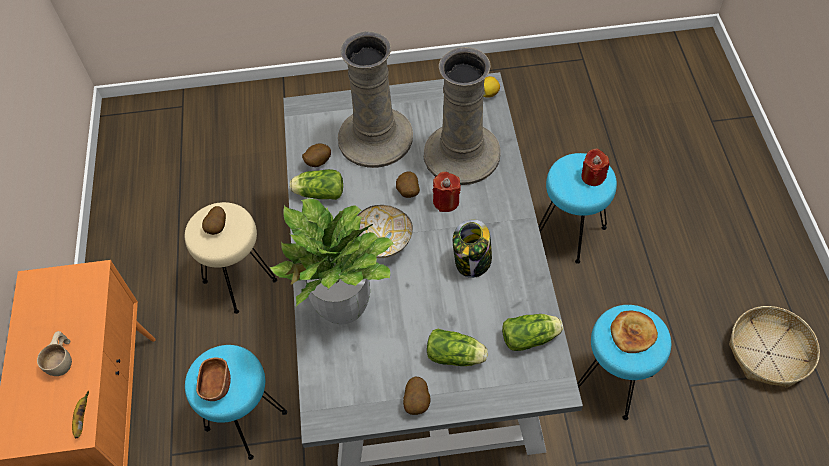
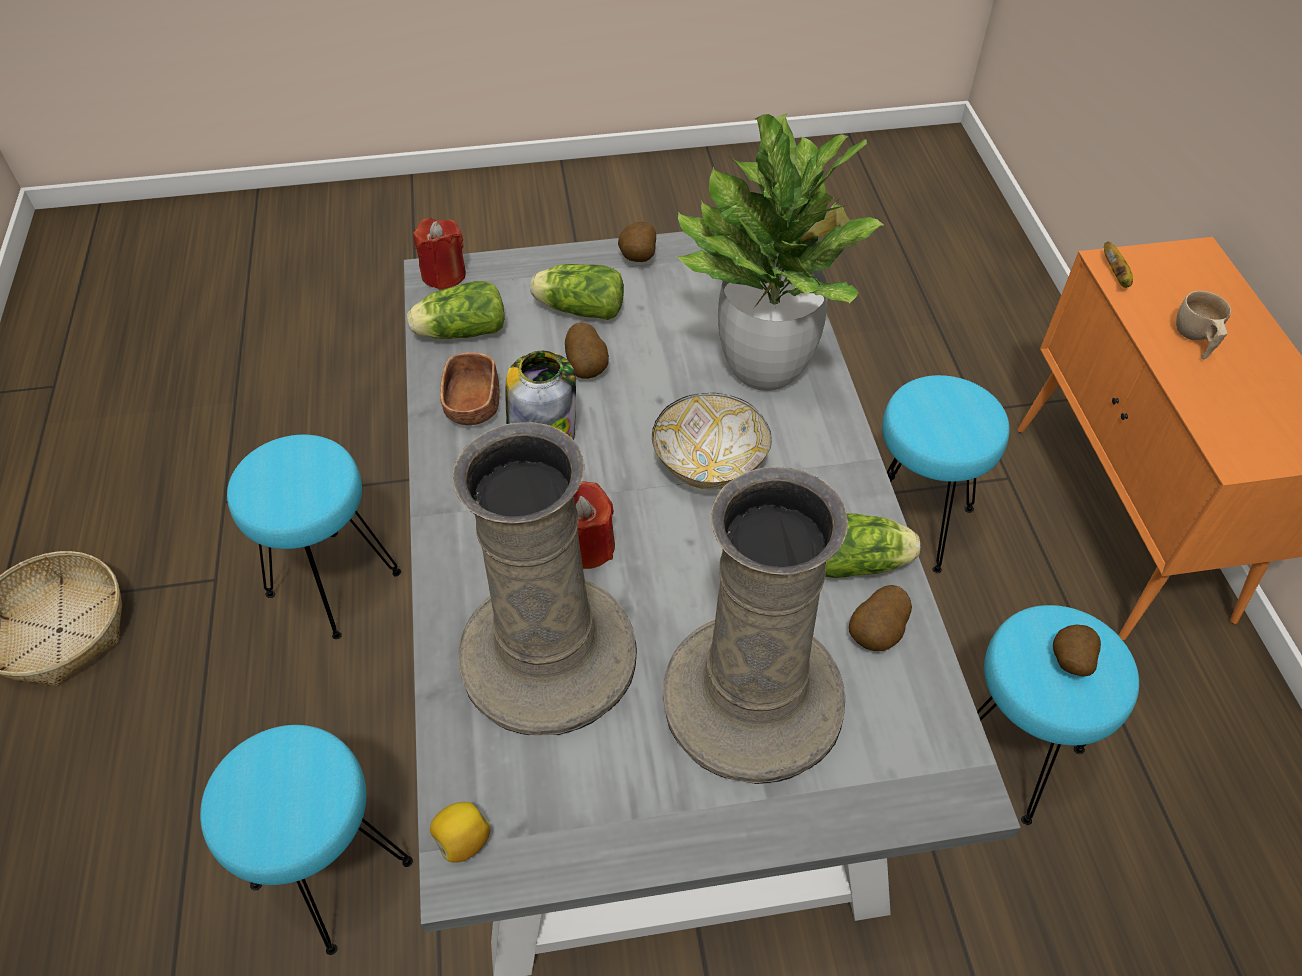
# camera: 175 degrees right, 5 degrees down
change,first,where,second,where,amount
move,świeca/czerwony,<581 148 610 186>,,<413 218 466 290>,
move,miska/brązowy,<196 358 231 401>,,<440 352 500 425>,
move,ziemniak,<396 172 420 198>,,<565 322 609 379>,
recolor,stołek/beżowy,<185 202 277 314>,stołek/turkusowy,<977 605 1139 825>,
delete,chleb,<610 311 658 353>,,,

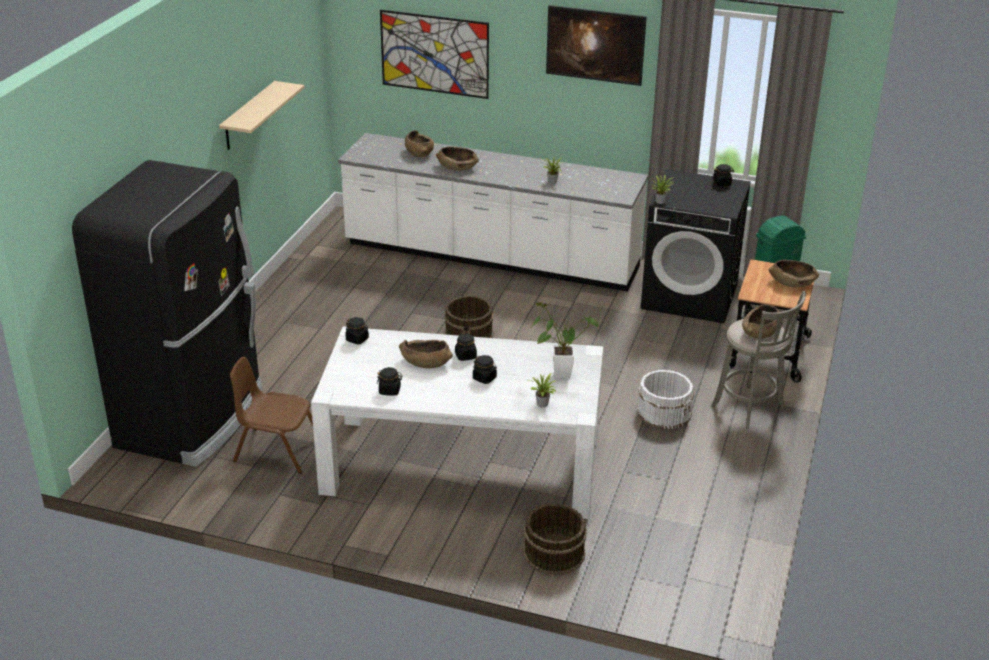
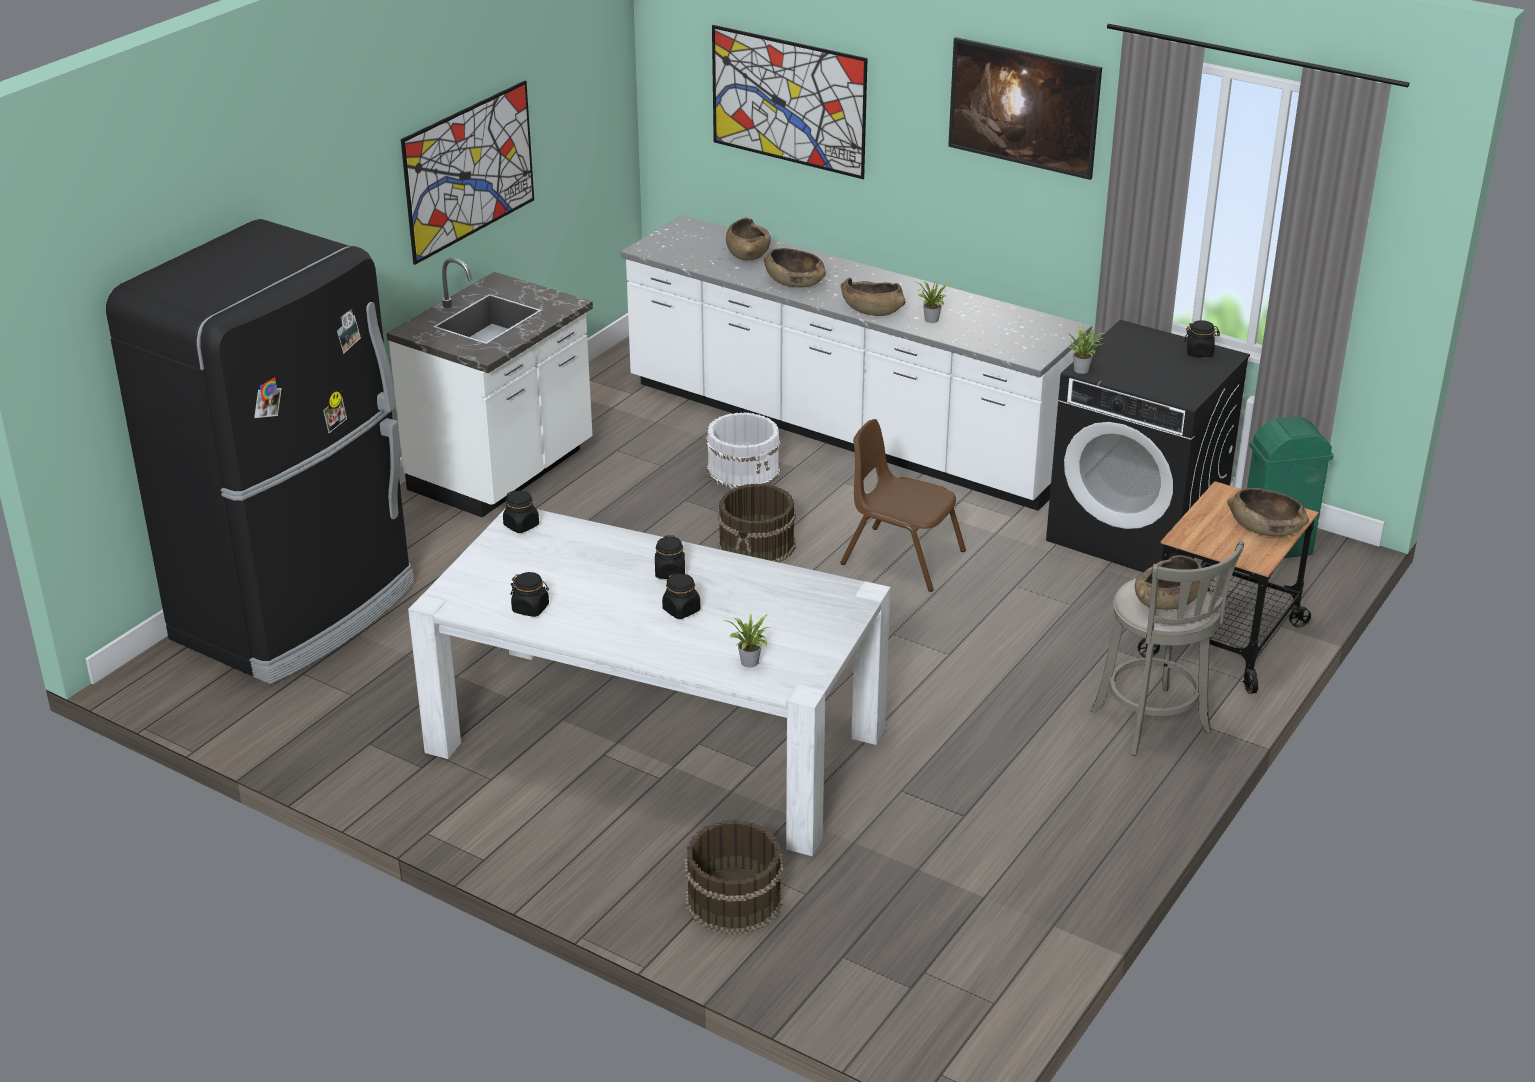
# camera: 15 degrees right, 0 degrees up
change,first,where,second,where,amount
insert,,,zabudowa kuchenna/biały,<387 258 593 518>,
replace,półka/beżowy,<219 81 305 150>,obraz,<401 81 534 265>,
move,wiadro/biały,<637 370 694 429>,,<706 412 781 489>,
move,miska/brązowy,<399 340 453 368>,,<841 277 906 316>,
move,krzesło/brązowy,<230 357 313 474>,,<841 419 966 592>,
delete,roślina doniczkowa,<531 302 599 379>,,,

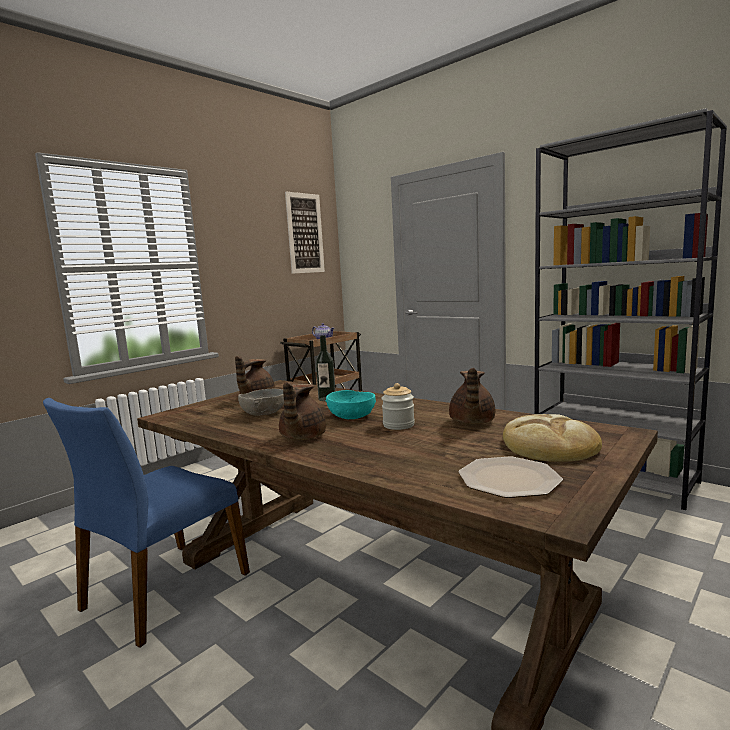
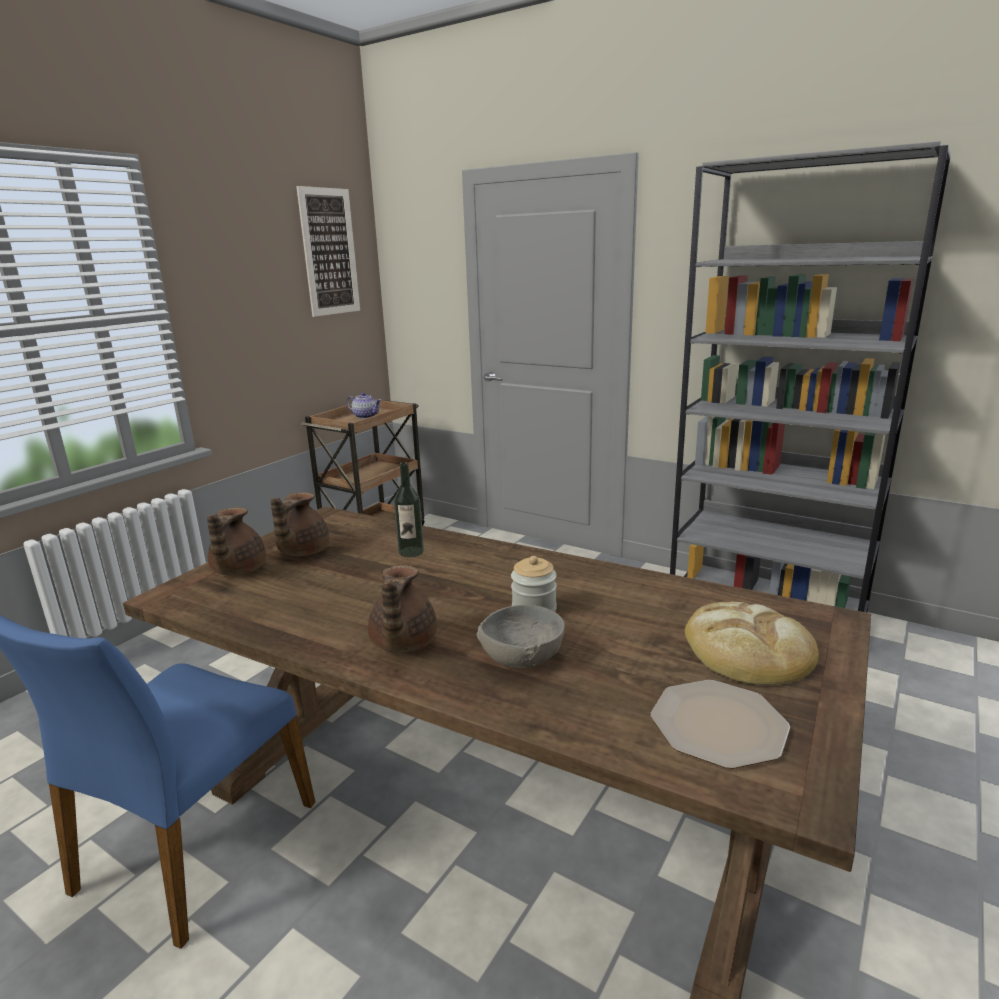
# camera: 10 degrees left, 10 degrees up
change,first,where,second,where,amount
move,imbryk/brązowy,<449 368 495 424>,,<207 507 266 575>,
move,miska/szary,<238 389 284 416>,,<476 605 565 668>,
delete,miska/turkusowy,<326 390 376 419>,,,

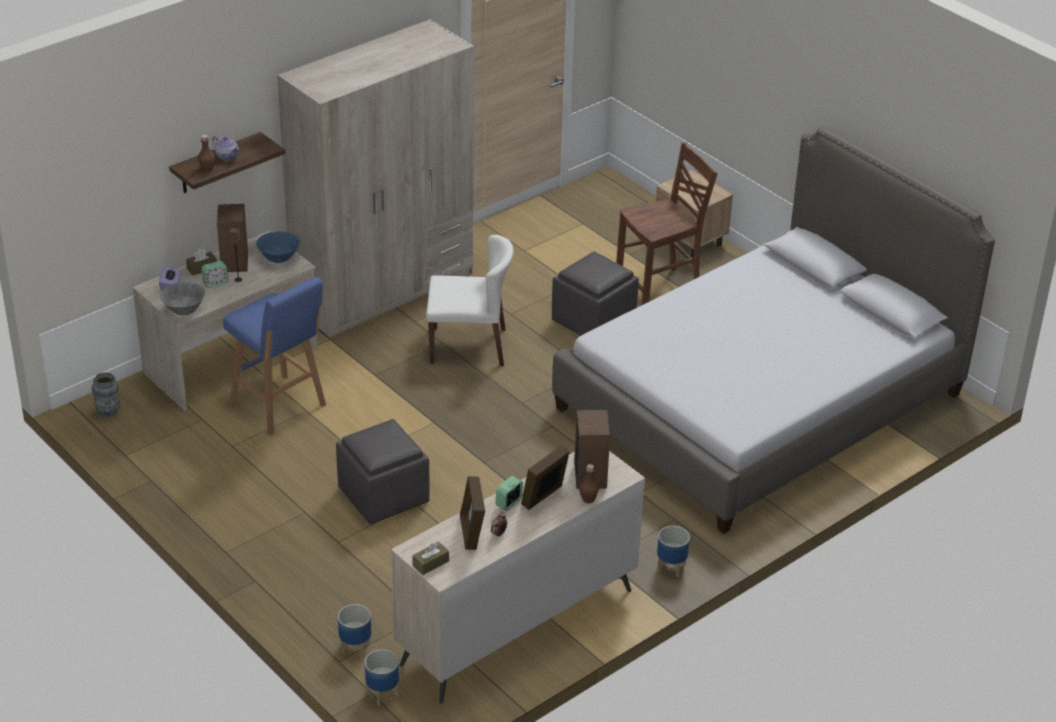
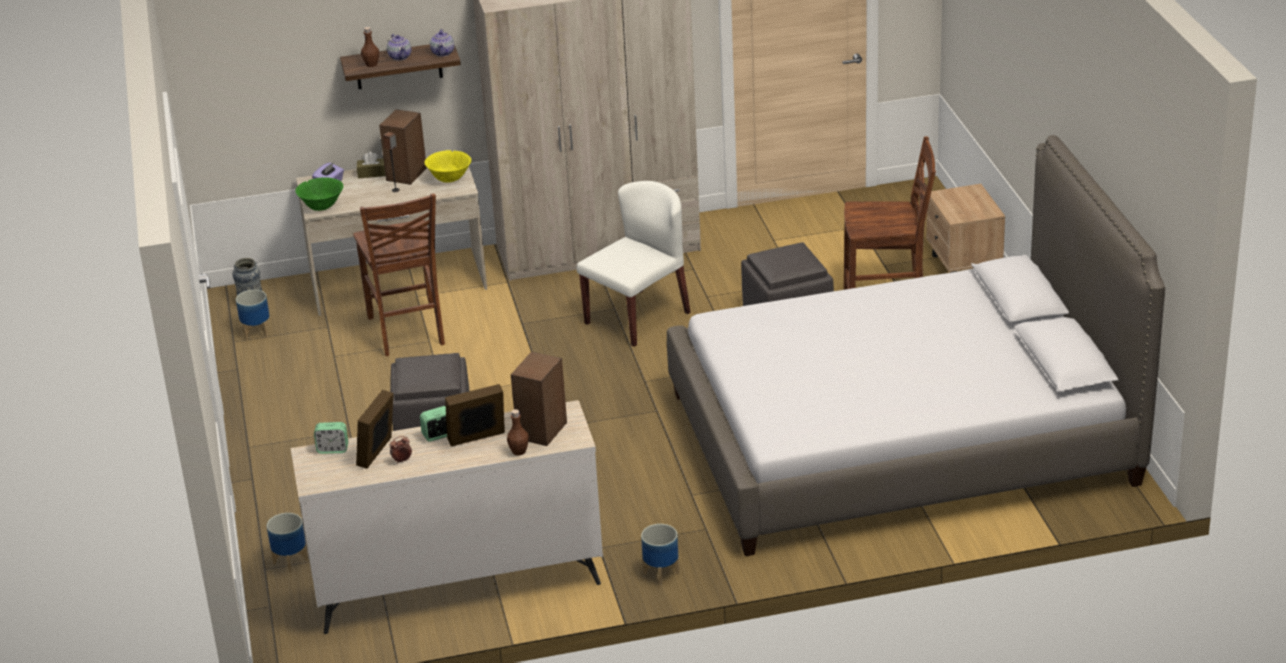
# camera: 30 degrees right, 5 degrees down
change,first,where,second,where,amount
move,donica,<365 649 399 706>,,<236 290 269 340>,
recolor,miska/szary,<160 282 206 316>,miska/zielony,<295 177 343 211>,
move,budzik,<201 261 228 288>,,<314 422 348 454>,
replace,stołek/niebieski,<223 277 326 436>,krzesło/brązowy,<353 193 445 356>,
recolor,miska/niebieski,<256 231 301 263>,miska/żółty,<424 150 471 183>,
insert,,,imbryk,<430 29 454 56>,
rotate,krzesło/biały,<426 235 514 366>,,<577 181 691 347>,75 degrees counterclockwise
delete,pudełko chusteczek/brązowy,<412 542 449 575>,,,

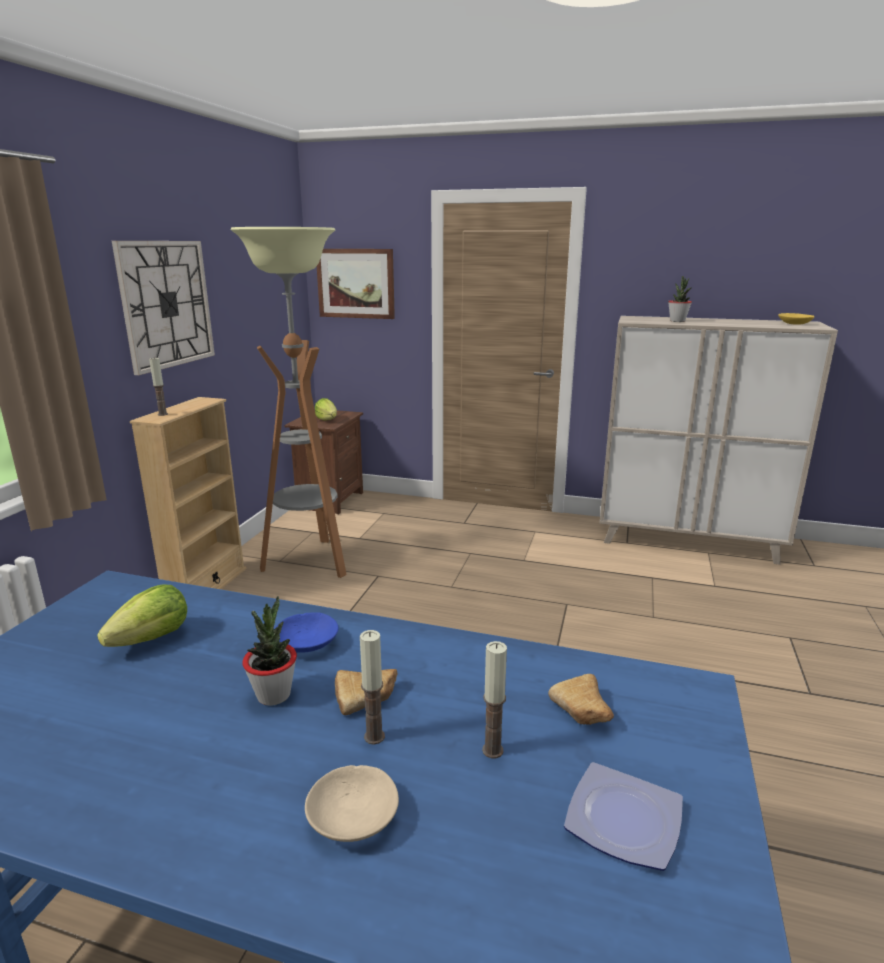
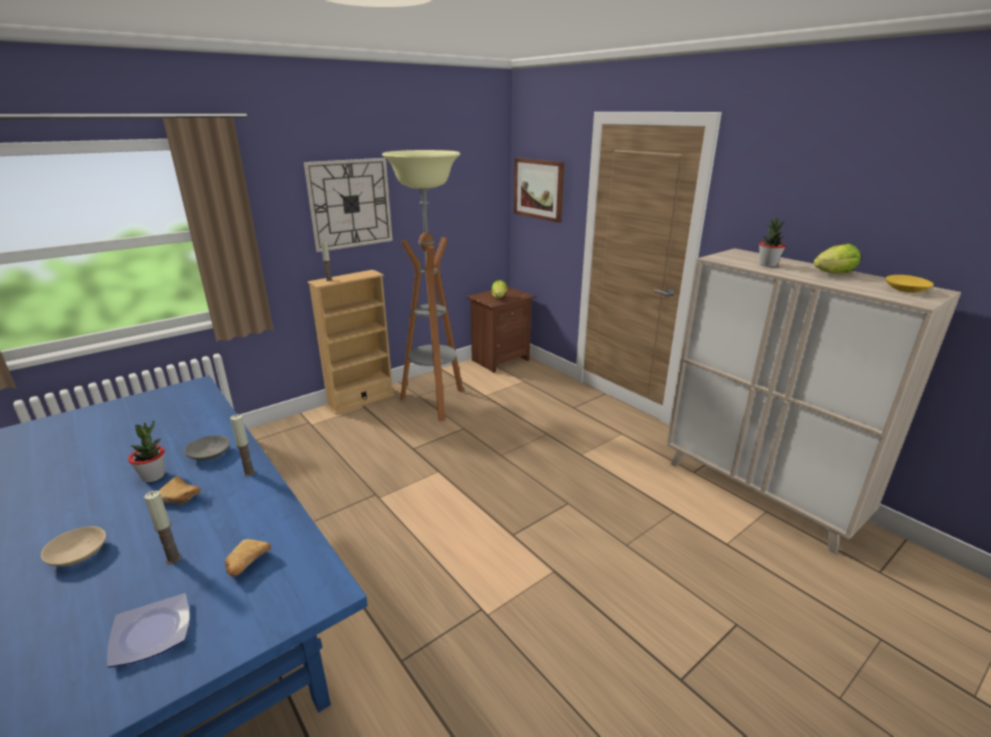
# camera: 35 degrees right, 5 degrees up
change,first,where,second,where,amount
recolor,miska/niebieski,<274 612 339 653>,miska/szary,<184 435 230 460>,
move,świeca,<360 630 385 745>,,<230 414 255 476>,
move,sałata,<97 584 187 647>,,<814 244 861 273>,

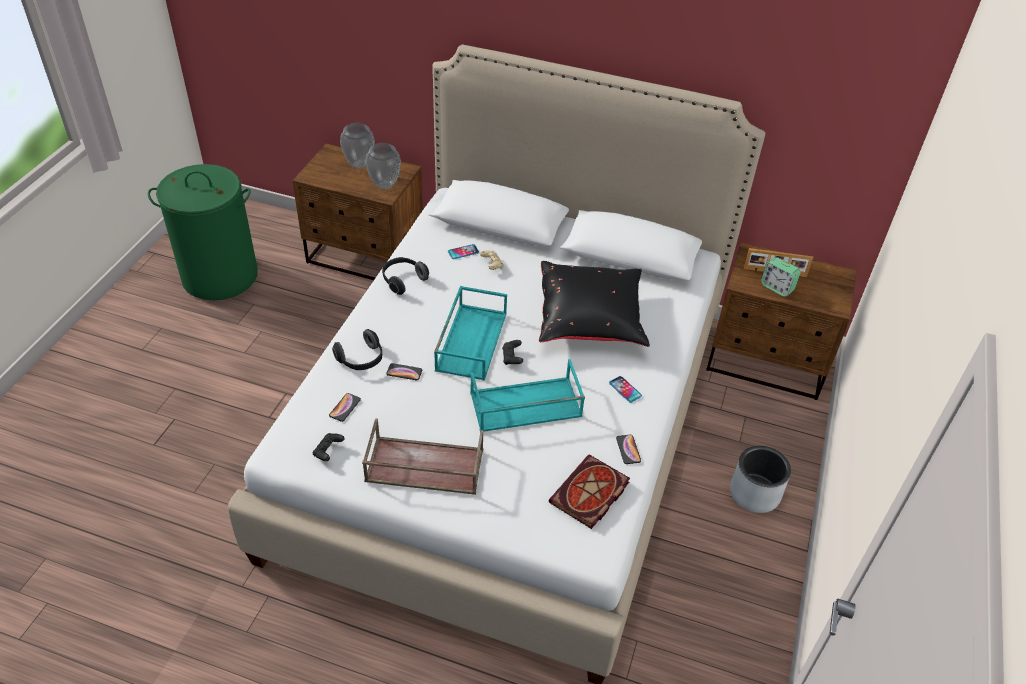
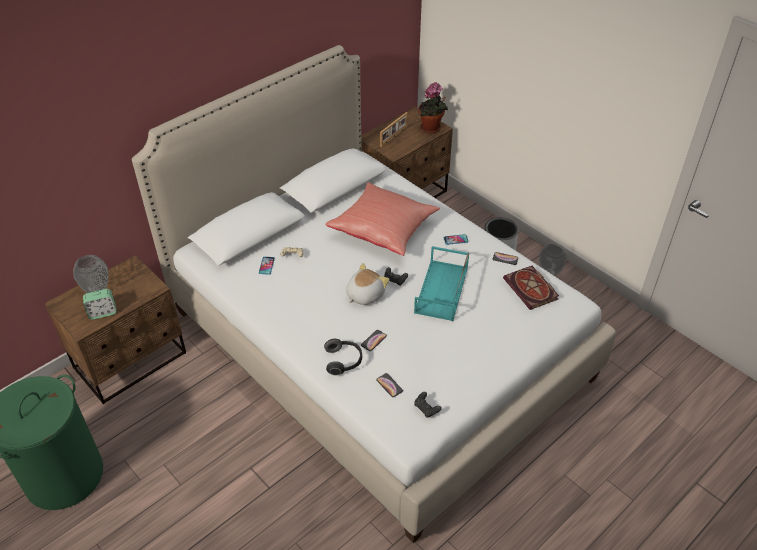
# camera: 60 degrees left, 0 degrees up
change,first,where,second,where,amount
move,budzik,<761 257 801 297>,,<83 289 117 320>,
recolor,poduszka/czarny,<539 261 650 347>,poduszka/czerwony,<325 182 440 256>,
replace,taca/turkusowy,<434 286 507 381>,pluszak,<346 263 390 305>,
insert,,,roślina doniczkowa,<418 82 448 134>,
move,wazon,<365 143 401 189>,,<539 243 567 276>,
delete,taca/brązowy,<362 419 483 495>,,,
delete,słuchawki,<382 257 429 295>,,,

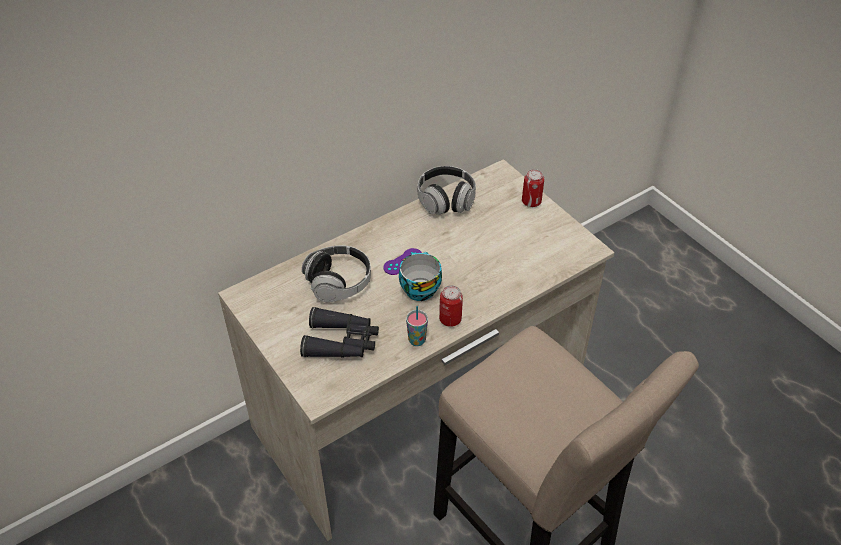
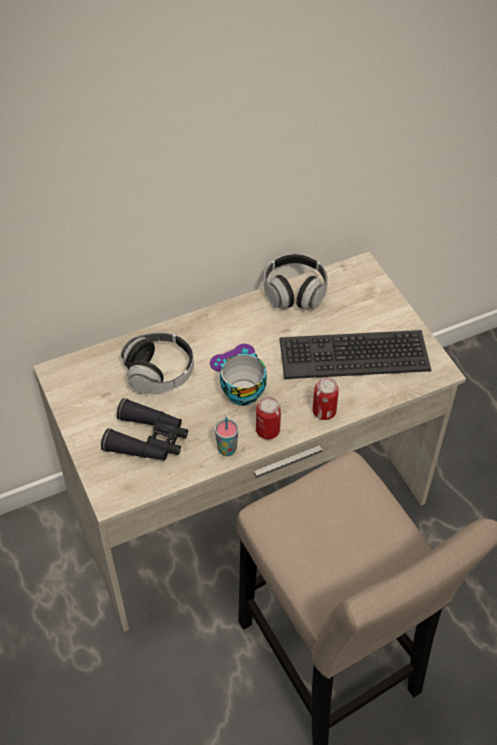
# camera: 10 degrees right, 5 degrees up
change,first,where,second,where,amount
insert,,,klawiatura,<280 330 432 379>,
move,puszka,<522 169 544 207>,,<313 378 339 420>,

